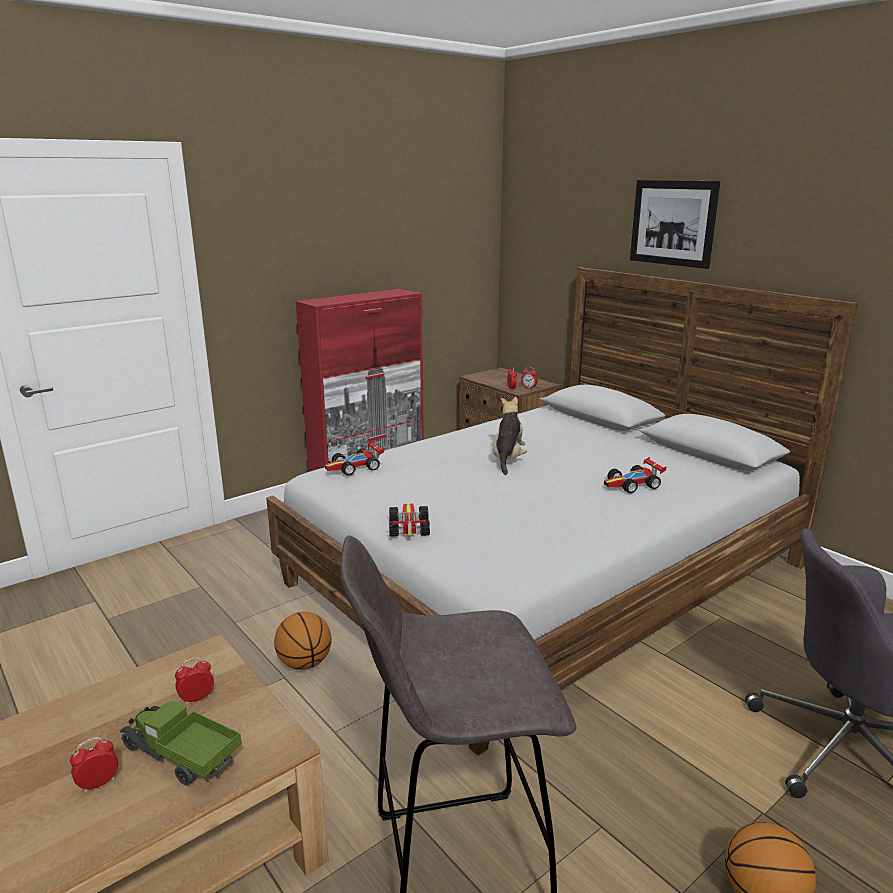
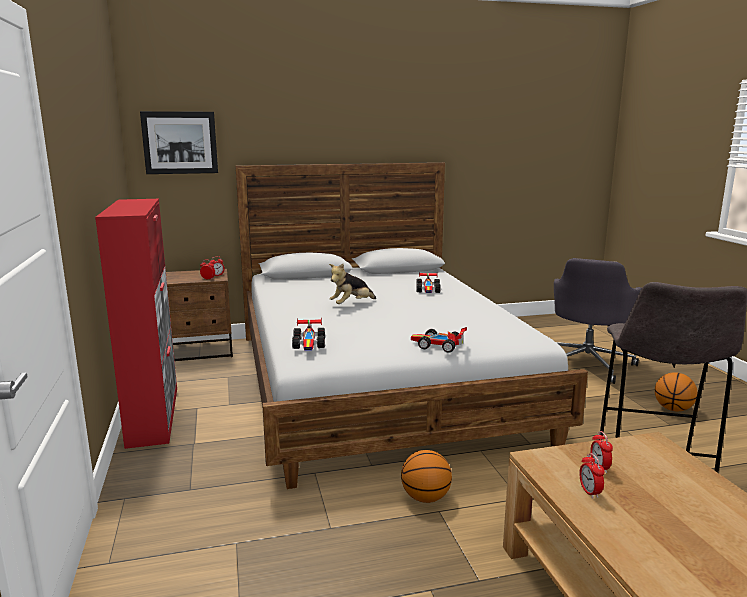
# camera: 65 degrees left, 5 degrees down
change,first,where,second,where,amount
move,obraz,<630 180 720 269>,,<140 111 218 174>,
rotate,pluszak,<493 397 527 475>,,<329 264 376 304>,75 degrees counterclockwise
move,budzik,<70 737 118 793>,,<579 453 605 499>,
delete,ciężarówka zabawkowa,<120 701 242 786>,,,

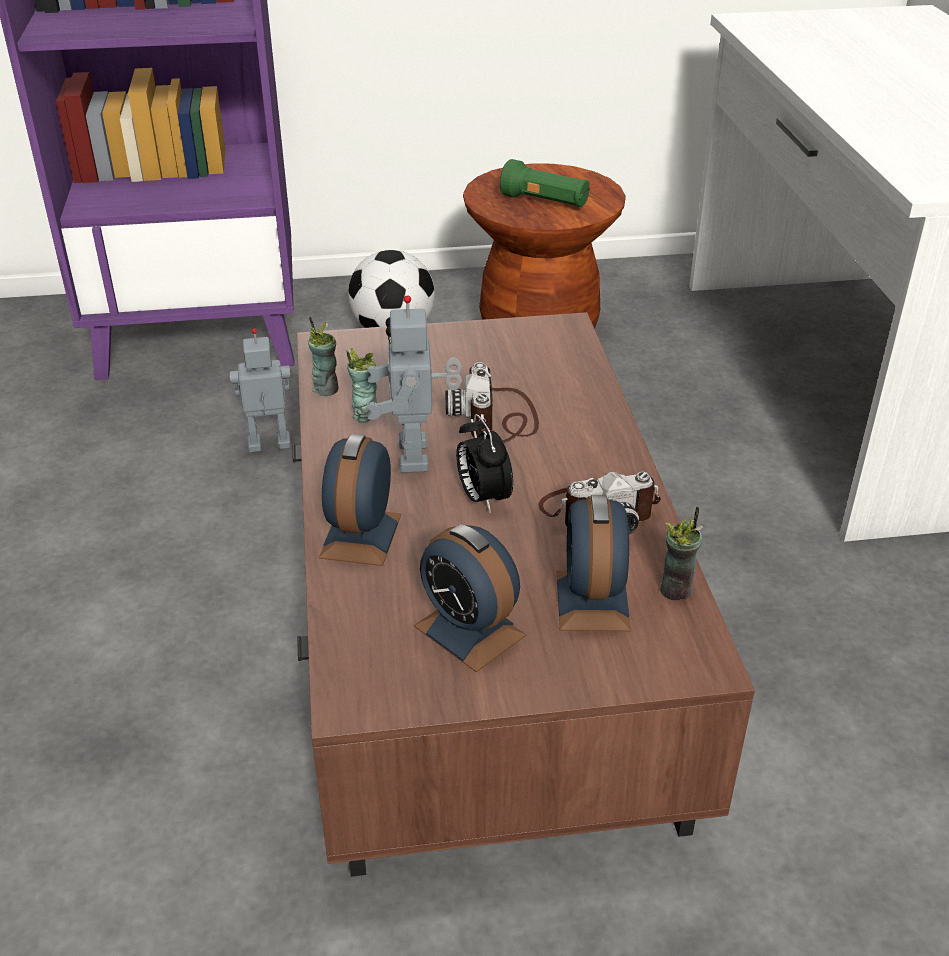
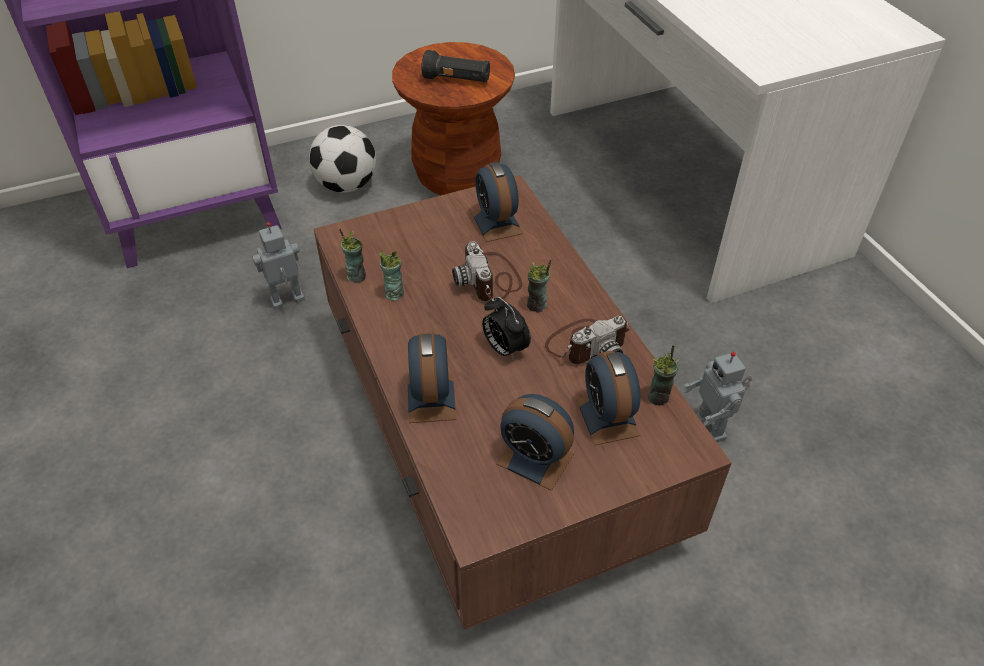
# camera: 15 degrees left, 10 degrees up
change,first,where,second,where,amount
recolor,latarka/zielony,<500 159 590 207>,latarka/czarny,<421 50 490 82>,
insert,,,budzik,<471 162 523 242>,
insert,,,filiżanka,<527 259 551 313>,
move,robot zabawkowy,<367 295 462 473>,,<683 352 752 442>,

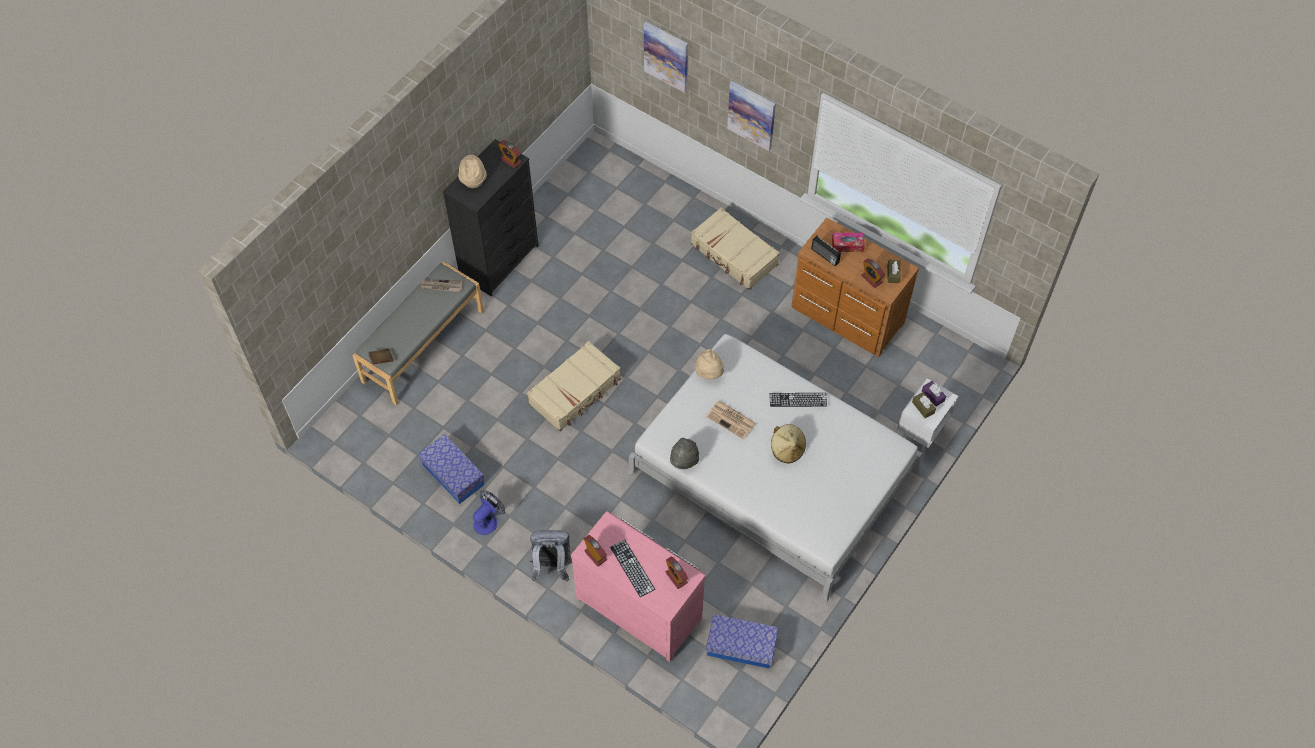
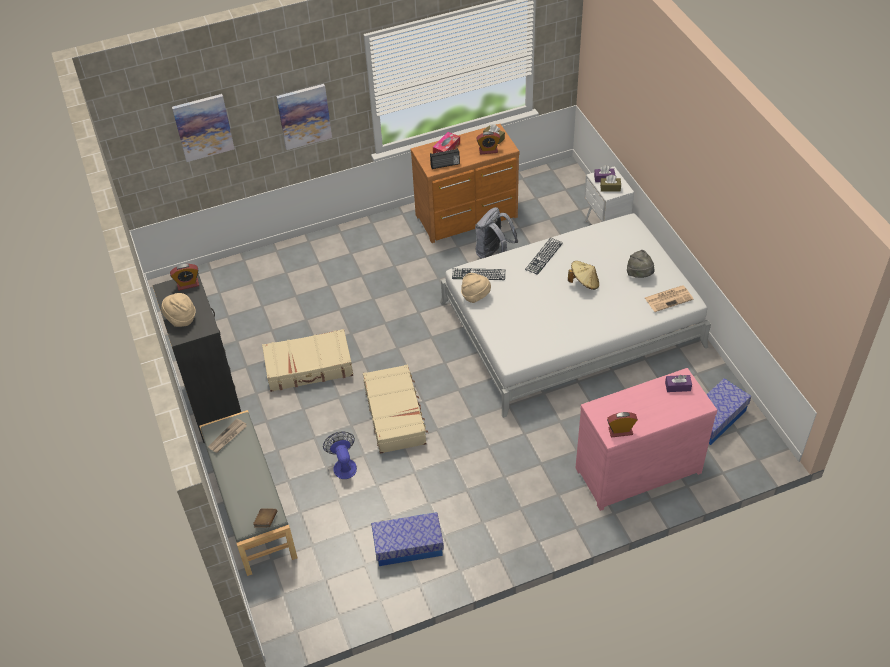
# camera: 55 degrees left, 10 degrees down
change,first,where,second,where,amount
move,walizka/beżowy,<691 207 780 290>,,<262 329 353 392>,
move,wentylator,<473 490 505 535>,,<323 431 357 479>,
move,klawiatura,<610 539 655 597>,,<452 268 505 280>,
move,plecak/szary,<529 530 572 582>,,<475 207 518 259>,
move,kapelusz/szary,<670 438 699 469>,,<627 250 655 278>,
move,gazeta,<706 401 756 439>,,<645 286 693 312>,
replace,budzik,<665 556 688 589>,pudełko chusteczek/fioletowy,<665 375 692 392>,

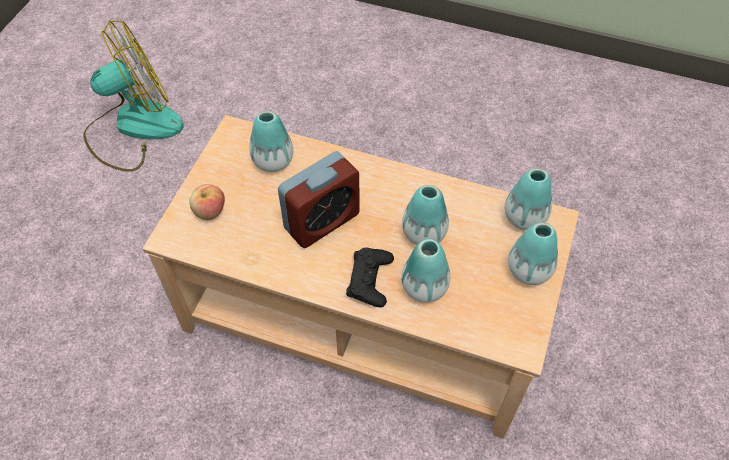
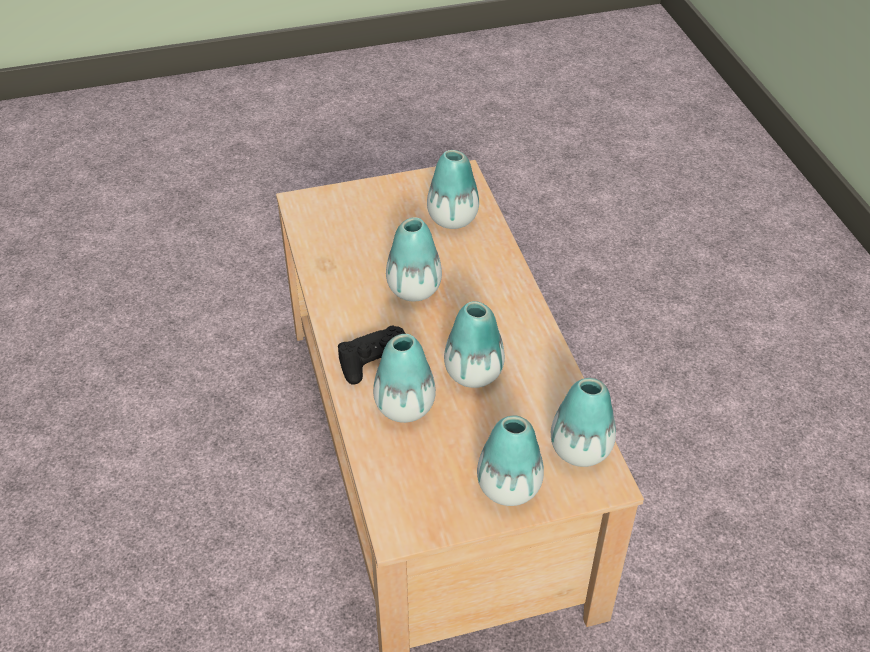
# camera: 55 degrees right, 10 degrees down
change,first,where,second,where,amount
replace,budzik,<278 151 360 248>,wazon,<386 217 442 302>,
delete,wentylator,<84 20 184 172>,,,
delete,jabłko,<189 184 225 220>,,,

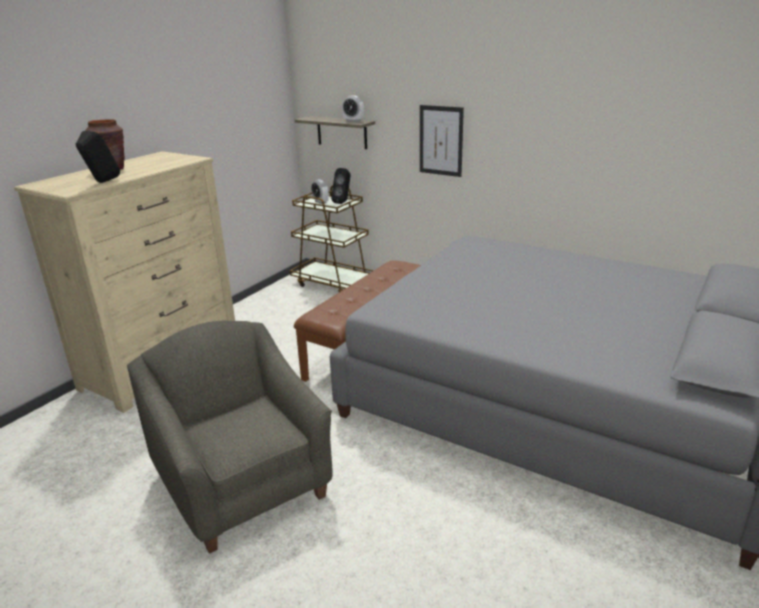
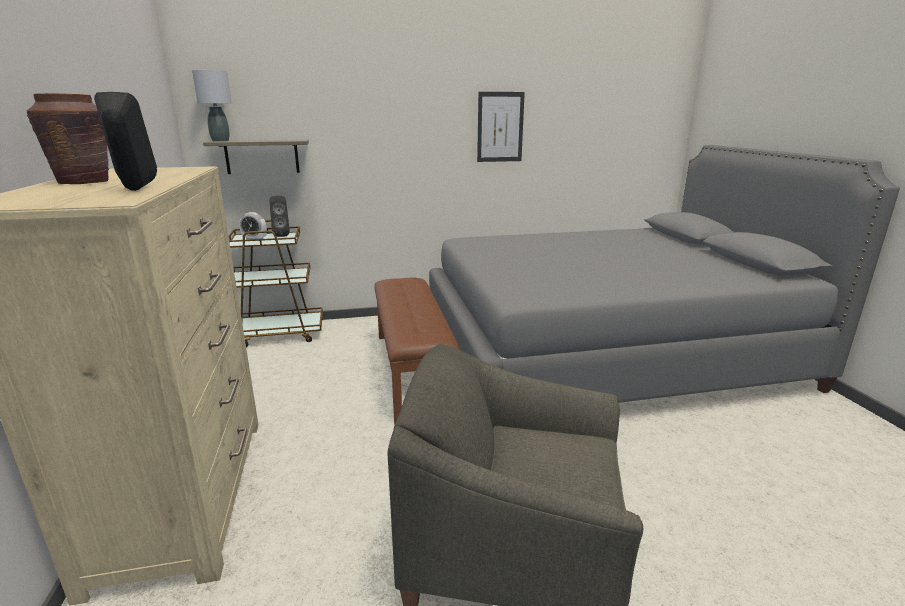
# camera: 45 degrees left, 5 degrees down
change,first,where,second,where,amount
insert,,,lampa stołowa/szary,<192 70 232 142>,
move,obraz,<420 105 464 177>,,<477 92 525 162>,
delete,budzik,<342 95 364 122>,,,

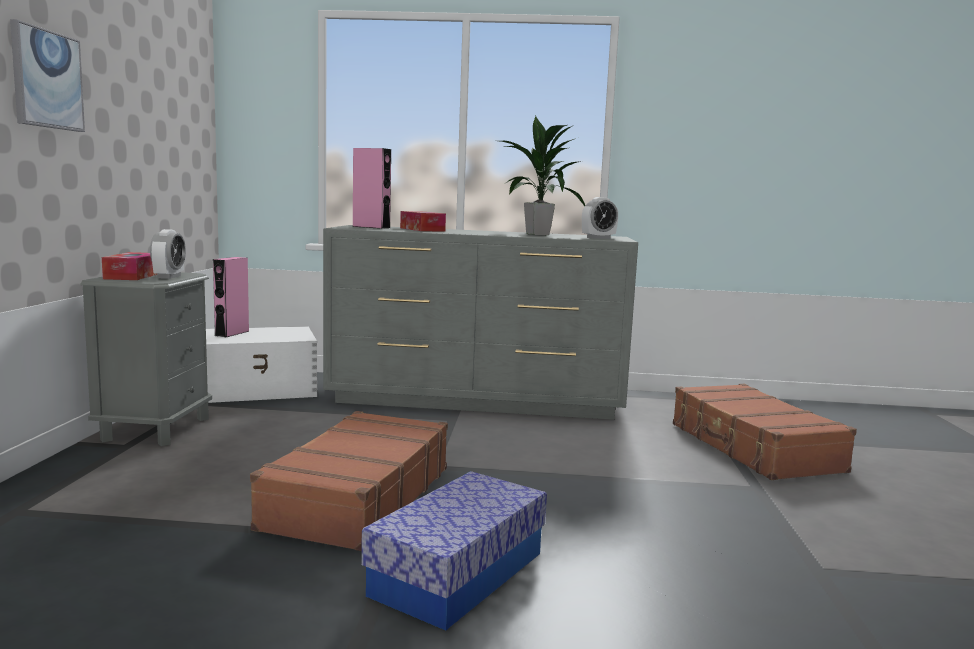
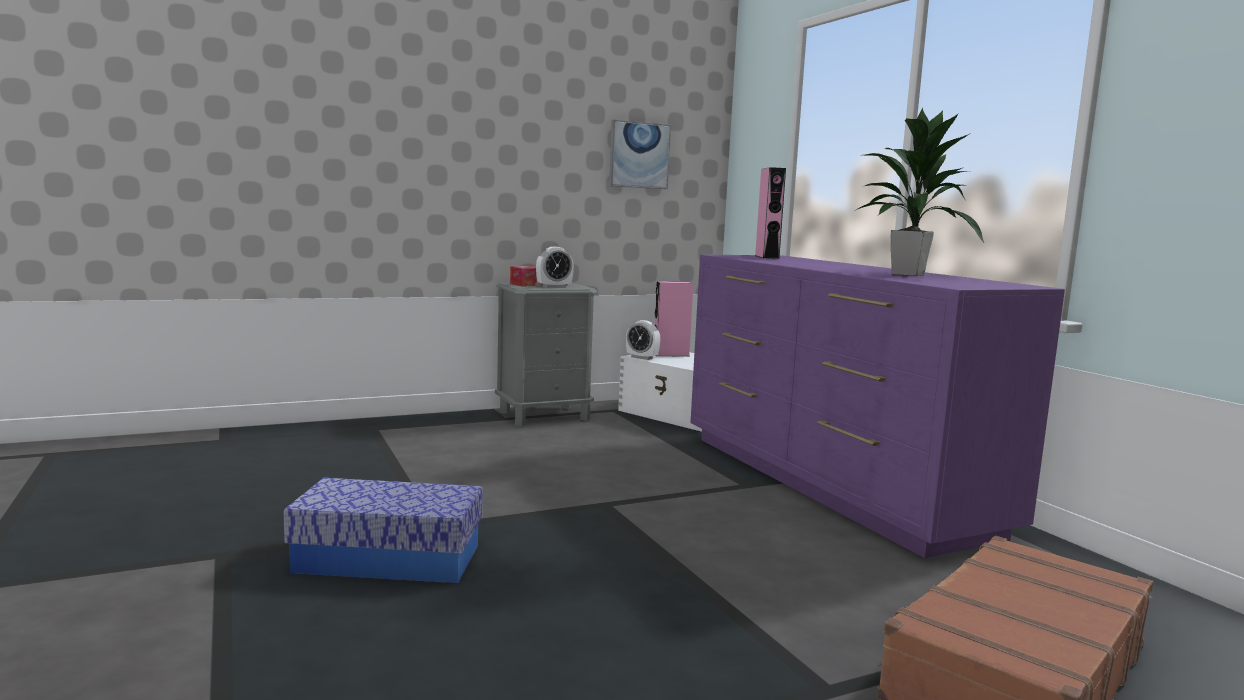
# camera: 60 degrees right, 0 degrees up
change,first,where,second,where,amount
move,obraz,<10 19 85 132>,,<609 120 671 189>,
move,budzik,<582 197 618 239>,,<626 320 660 360>,
recolor,komoda/szary,<323 225 638 420>,komoda/fioletowy,<690 254 1065 558>,
delete,walizka/brązowy,<250 411 448 551>,,,
delete,pudełko chusteczek,<400 211 446 232>,,,

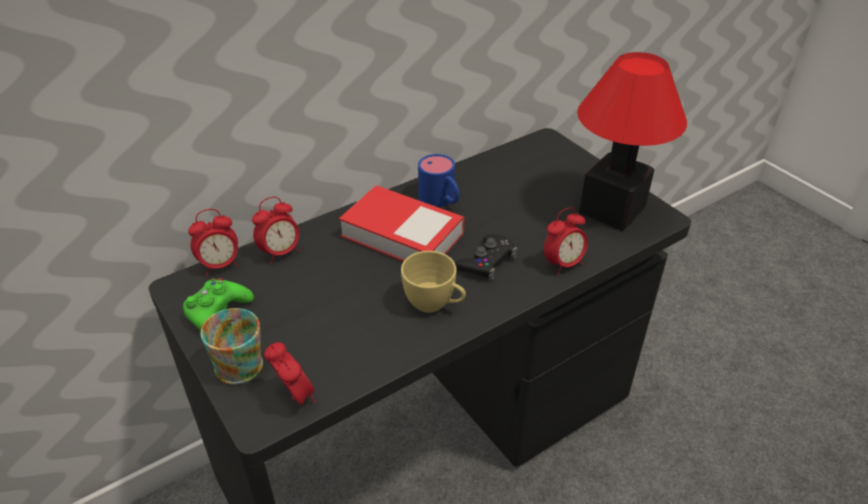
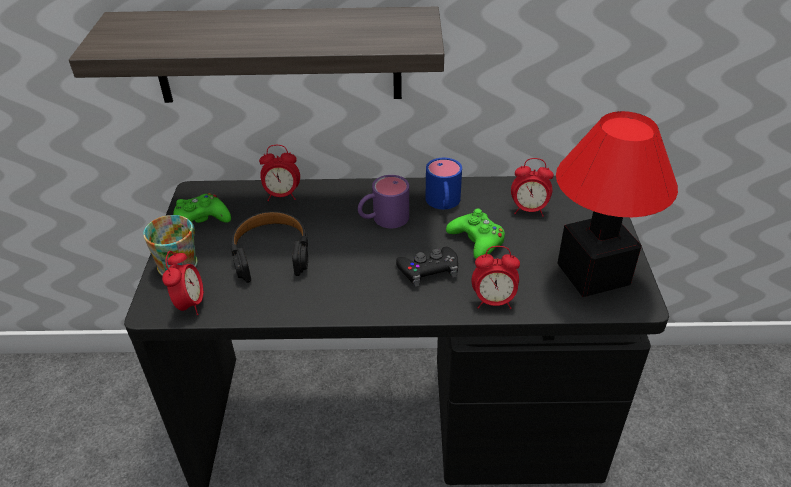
# camera: 35 degrees right, 0 degrees up
change,first,where,second,where,amount
insert,,,półka,<69 7 444 103>,
insert,,,słuchawki/czarny,<231 211 308 283>,
replace,książka,<339 185 464 262>,kubek/fioletowy,<358 175 409 228>,
insert,,,pad do gier/zielony,<446 209 505 259>,
move,budzik,<188 209 239 276>,,<511 158 554 217>,
delete,filiżanka/żółty,<401 251 466 313>,,,

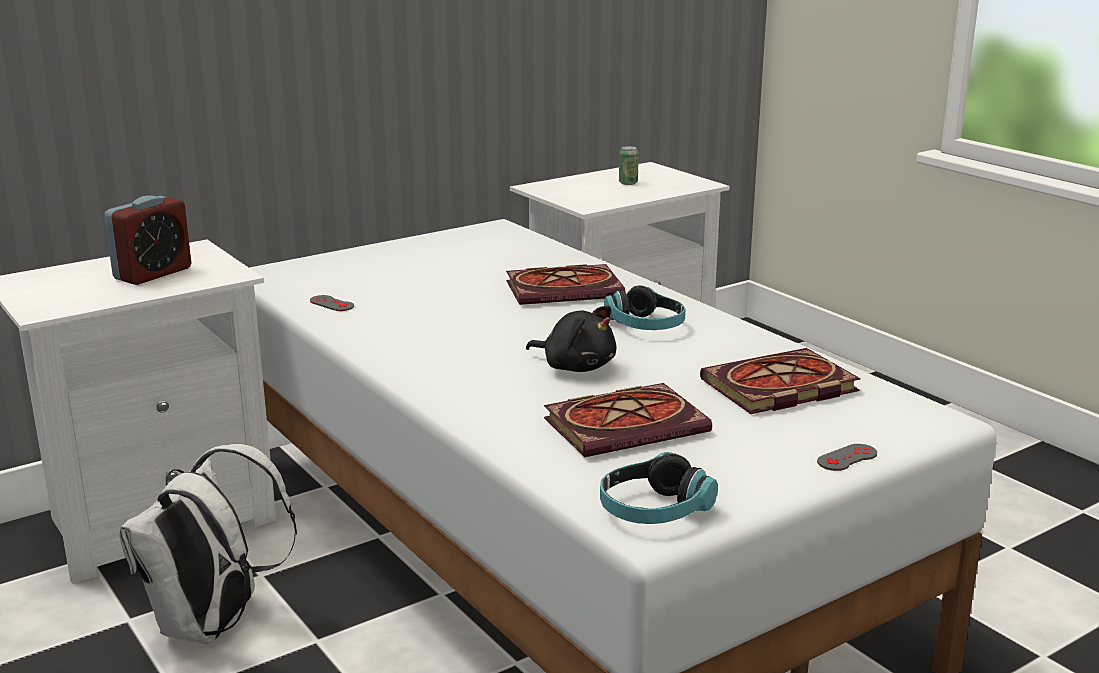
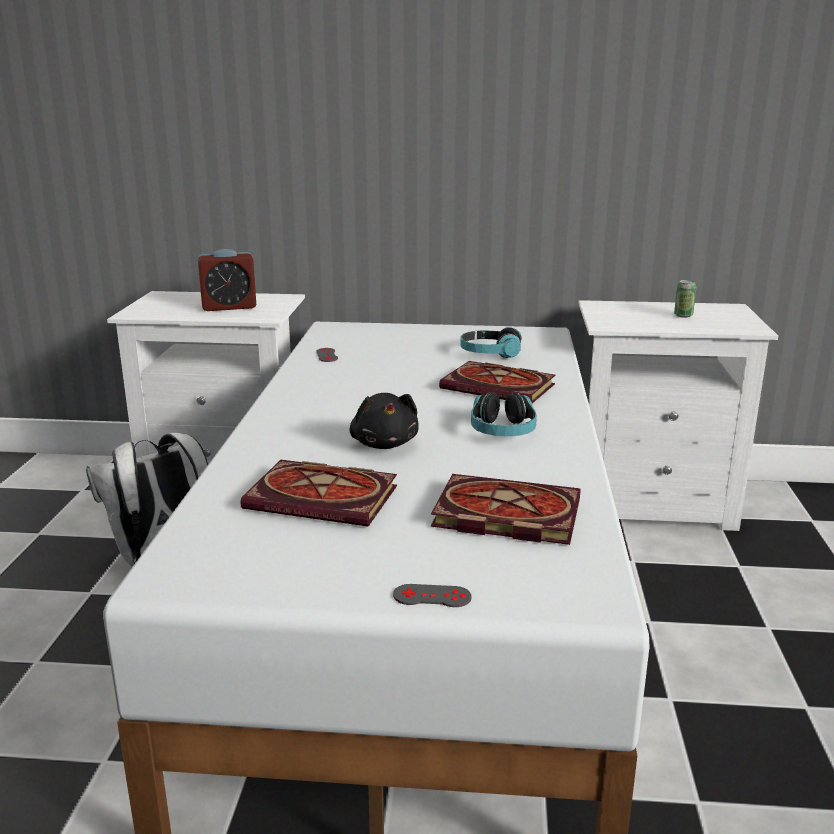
# camera: 40 degrees right, 0 degrees up
change,first,where,second,where,amount
move,słuchawki,<600 452 718 524>,,<460 327 522 358>,

